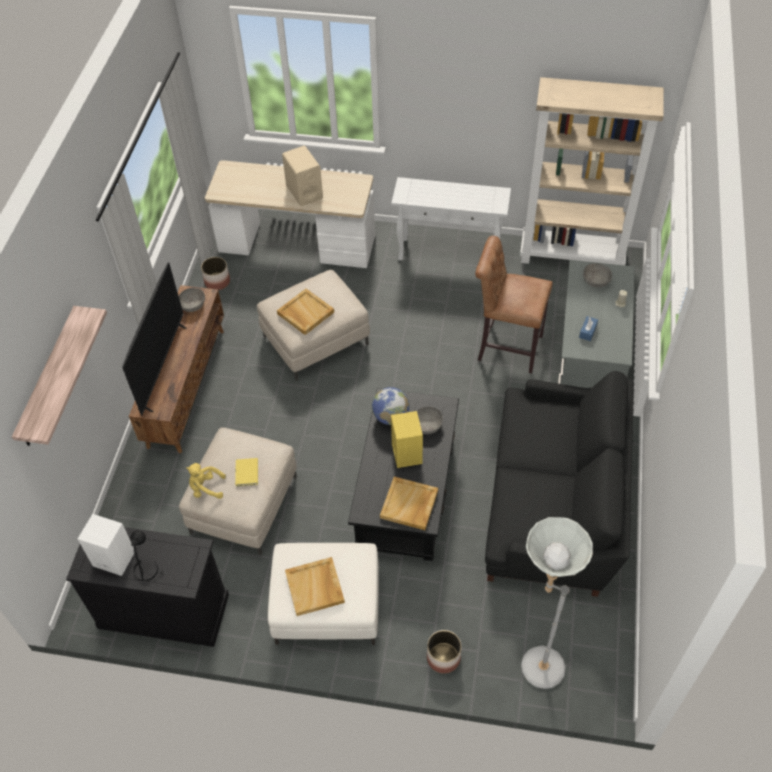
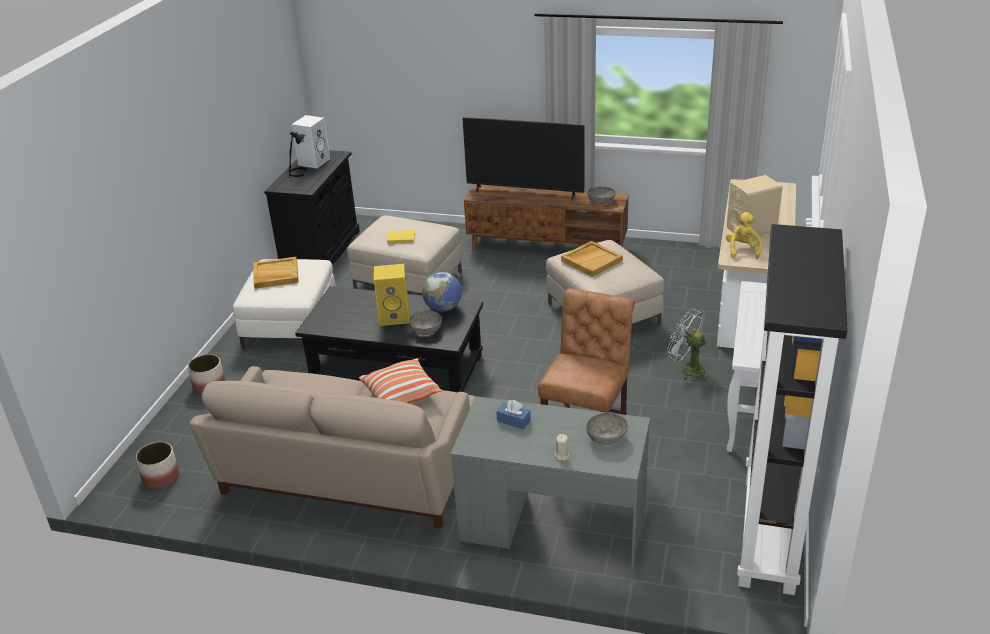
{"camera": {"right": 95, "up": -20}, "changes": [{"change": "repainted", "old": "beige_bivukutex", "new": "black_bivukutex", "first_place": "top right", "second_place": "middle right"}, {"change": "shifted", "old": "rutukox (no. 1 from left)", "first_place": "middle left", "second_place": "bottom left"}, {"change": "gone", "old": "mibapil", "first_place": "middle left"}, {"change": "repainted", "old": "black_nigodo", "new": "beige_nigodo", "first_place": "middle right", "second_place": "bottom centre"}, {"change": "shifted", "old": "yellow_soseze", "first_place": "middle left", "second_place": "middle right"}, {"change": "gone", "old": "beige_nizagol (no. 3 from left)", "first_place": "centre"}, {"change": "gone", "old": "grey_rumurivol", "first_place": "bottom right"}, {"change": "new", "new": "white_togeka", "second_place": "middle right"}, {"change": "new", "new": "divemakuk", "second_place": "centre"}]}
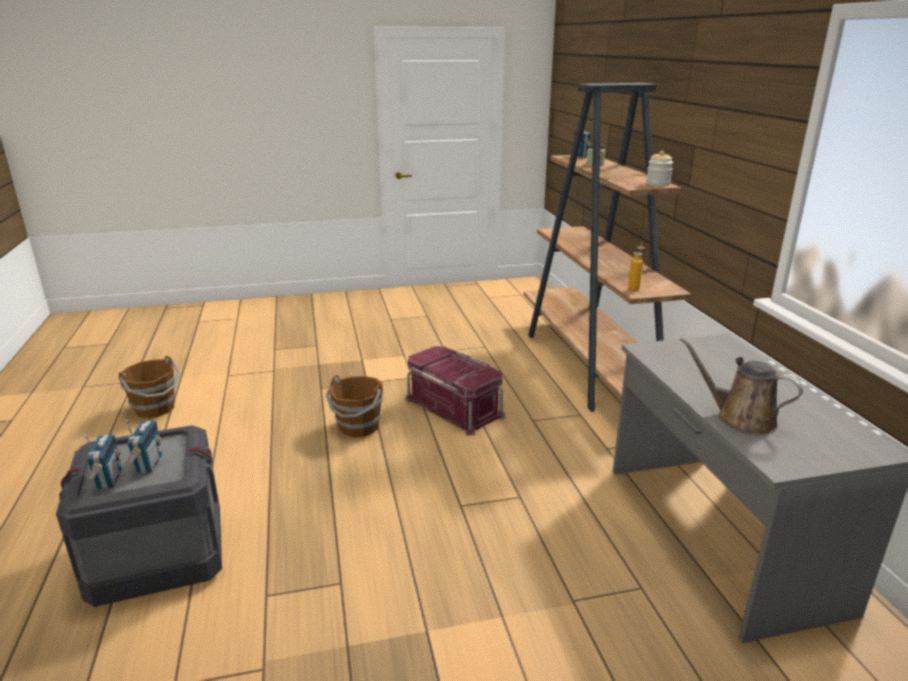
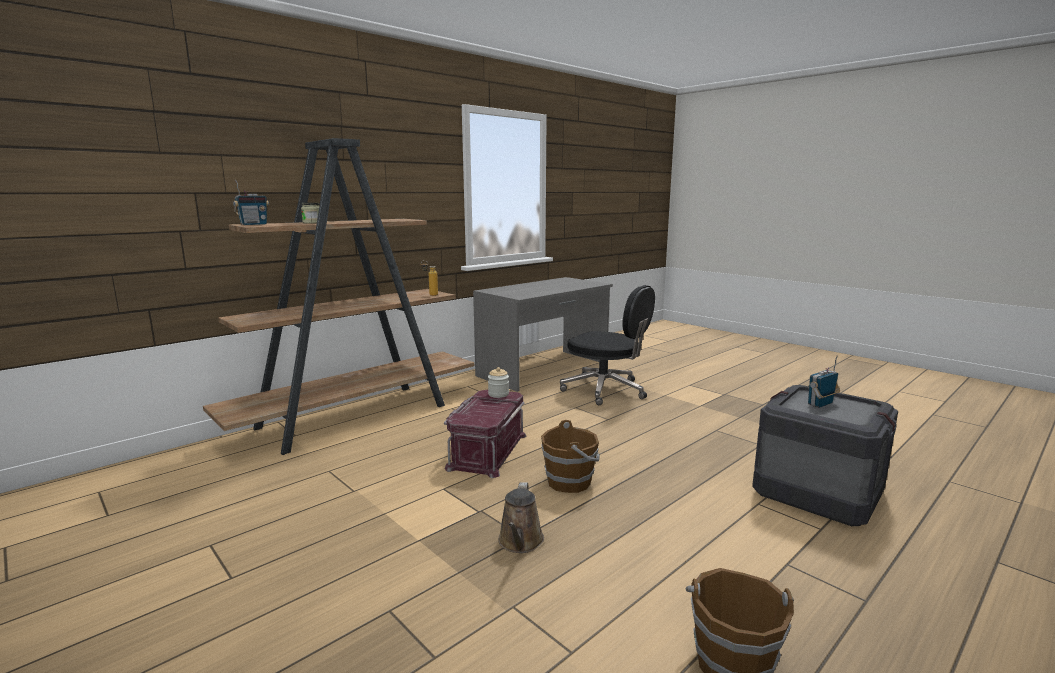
{"camera": {"right": -120, "up": -10}, "changes": [{"change": "shifted", "old": "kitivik (no. 2 from left)", "first_place": "top right", "second_place": "centre"}, {"change": "shifted", "old": "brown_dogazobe", "first_place": "middle right", "second_place": "bottom centre"}, {"change": "gone", "old": "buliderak (no. 1 from left)", "first_place": "bottom left"}, {"change": "new", "new": "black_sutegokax", "second_place": "centre"}]}
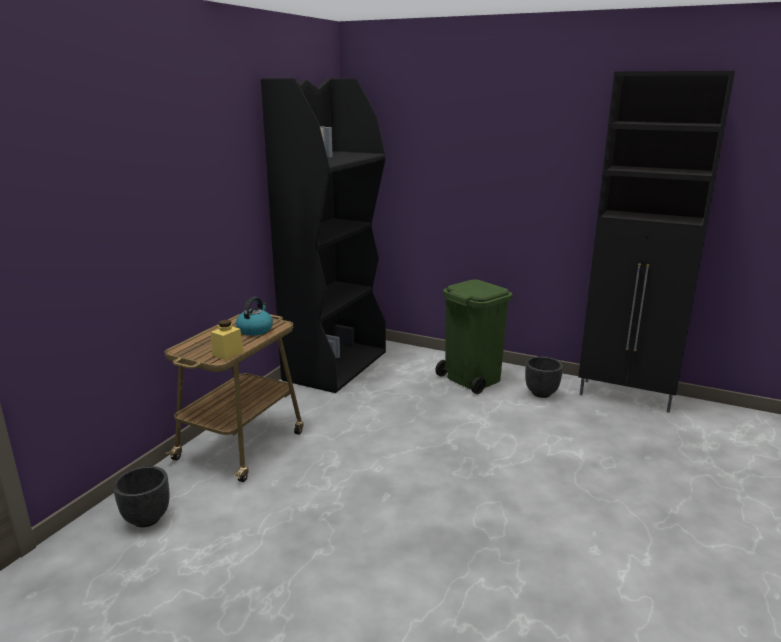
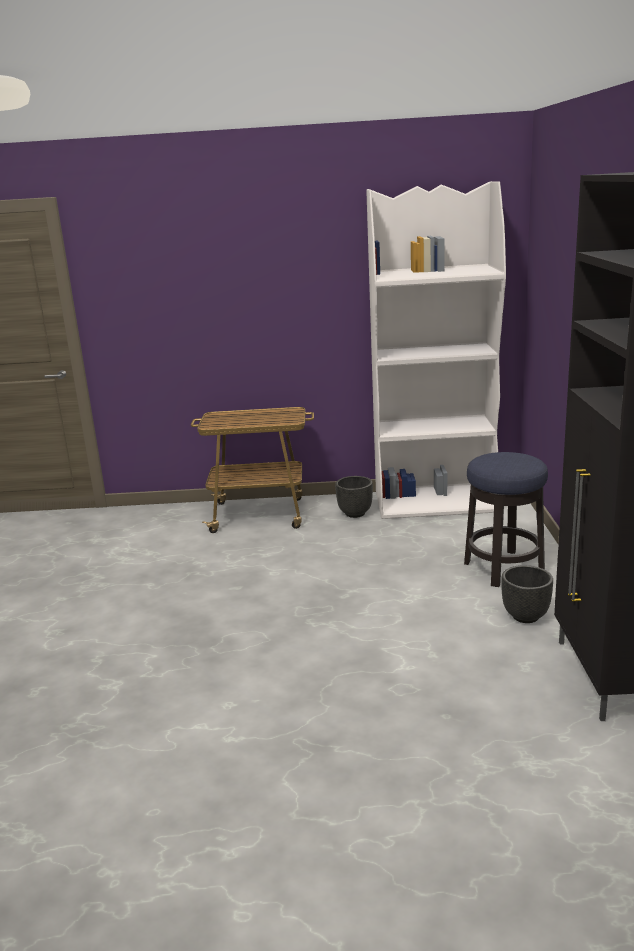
{"camera": {"right": 65, "up": 0}, "changes": [{"change": "repainted", "old": "black_bivukutex", "new": "white_bivukutex", "first_place": "centre", "second_place": "middle right"}, {"change": "swapped", "old": "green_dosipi", "new": "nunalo", "first_place": "centre", "second_place": "middle right"}, {"change": "gone", "old": "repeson", "first_place": "middle left"}, {"change": "gone", "old": "yellow_kitivik", "first_place": "middle left"}, {"change": "shifted", "old": "black_rutukox (no. 1 from left)", "first_place": "bottom left", "second_place": "centre"}]}
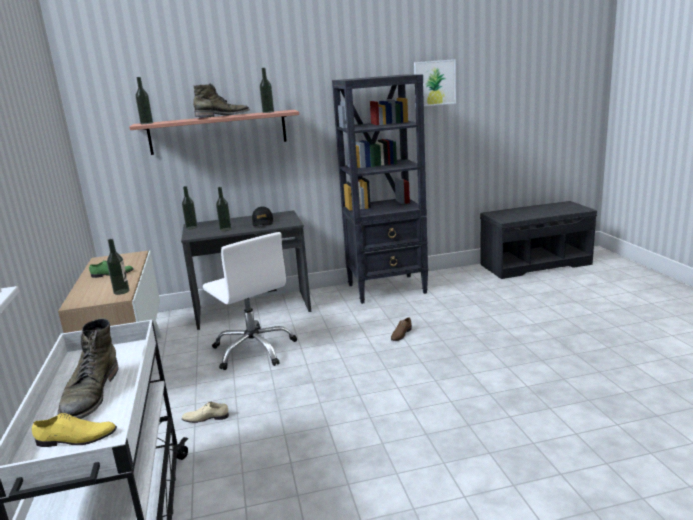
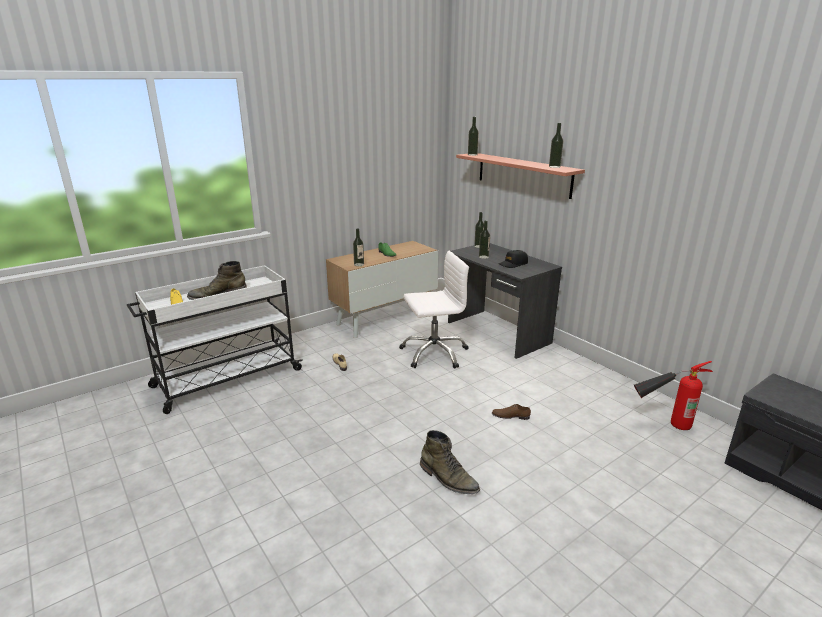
{"camera": {"right": 65, "up": 5}, "changes": [{"change": "gone", "old": "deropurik", "first_place": "top centre"}, {"change": "gone", "old": "black_bivukutex", "first_place": "centre"}, {"change": "shifted", "old": "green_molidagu (no. 2 from left)", "first_place": "top left", "second_place": "bottom centre"}, {"change": "rotated", "old": "white_sutegokax", "first_place": "centre", "second_place": "centre", "degrees": -135}, {"change": "new", "new": "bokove", "second_place": "middle right"}]}
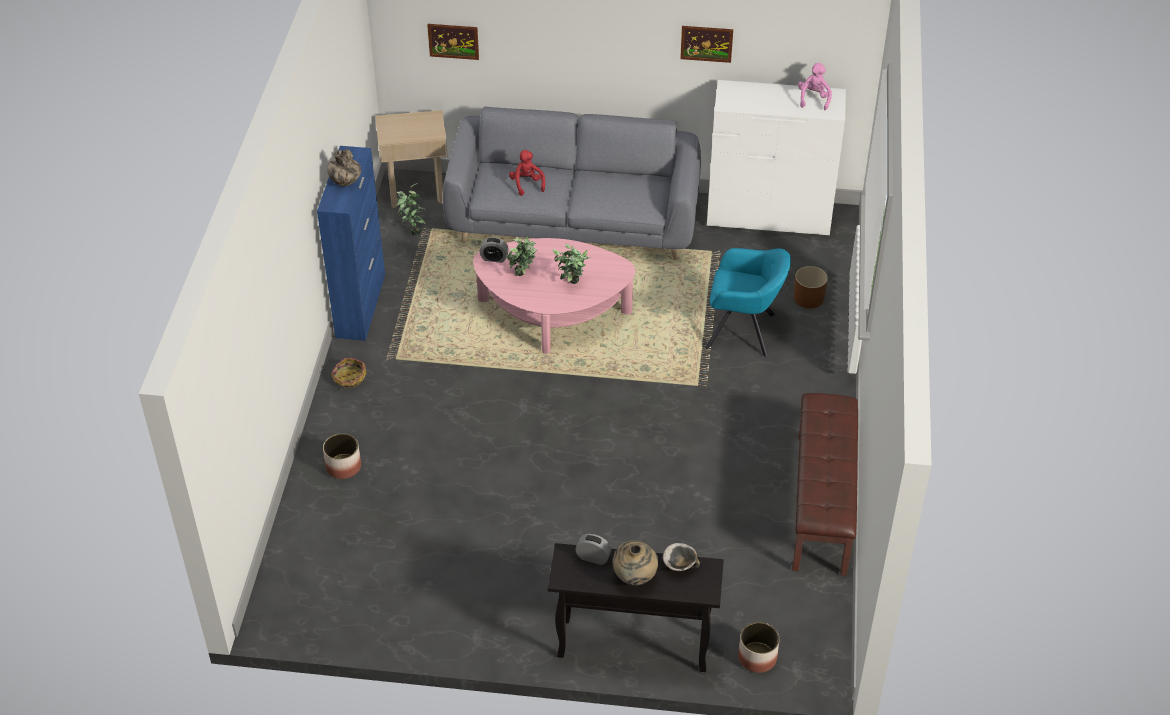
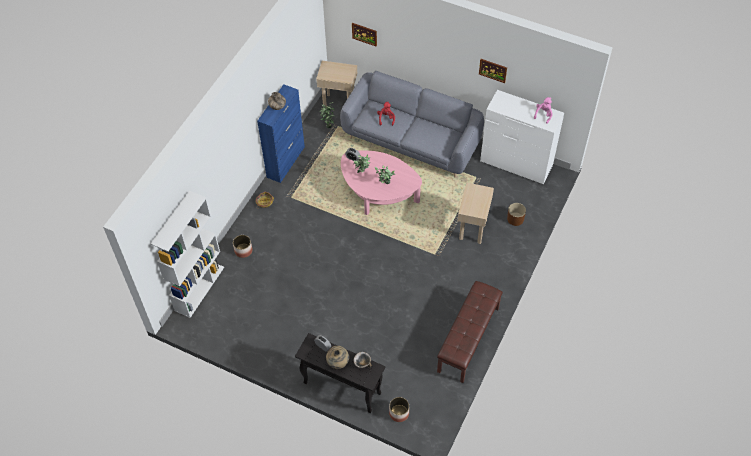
{"camera": {"right": 20, "up": 10}, "changes": [{"change": "swapped", "old": "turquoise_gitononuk", "new": "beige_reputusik (no. 2 from left)", "first_place": "centre", "second_place": "centre"}, {"change": "new", "new": "white_bivukutex", "second_place": "middle left"}]}
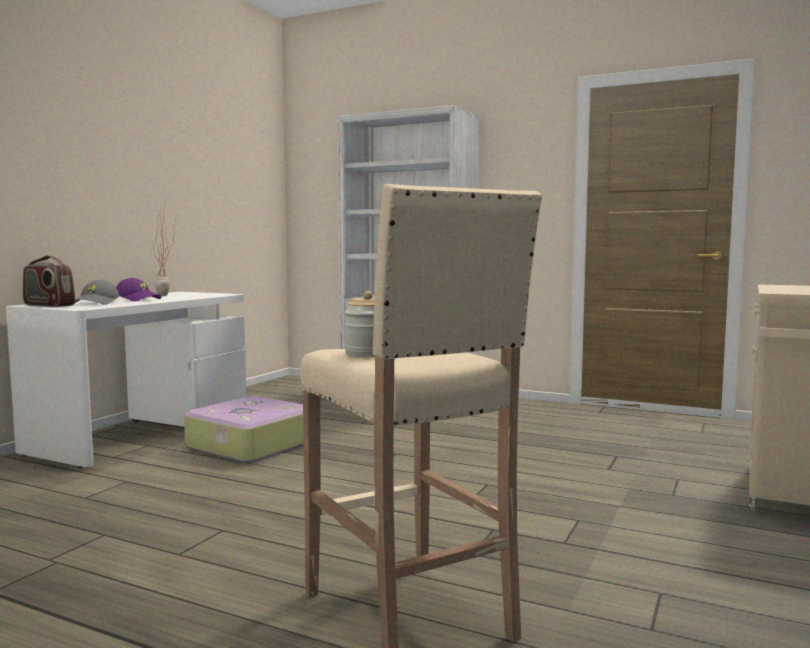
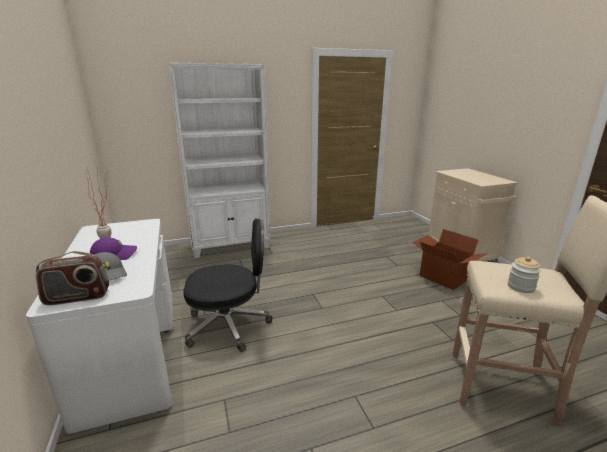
{"camera": {"right": -45, "up": 15}, "changes": [{"change": "swapped", "old": "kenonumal", "new": "black_sutegokax", "first_place": "middle left", "second_place": "centre"}, {"change": "new", "new": "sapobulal", "second_place": "middle right"}]}
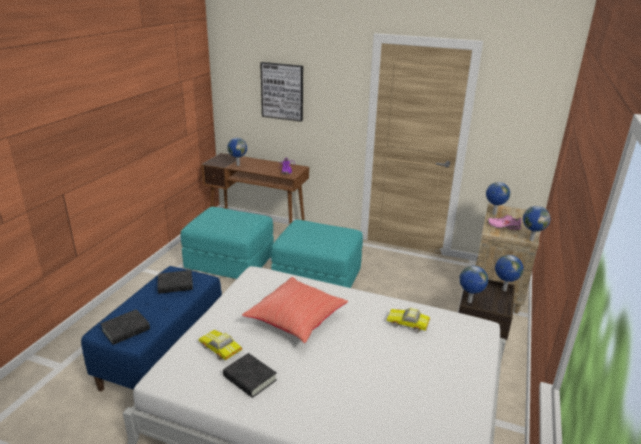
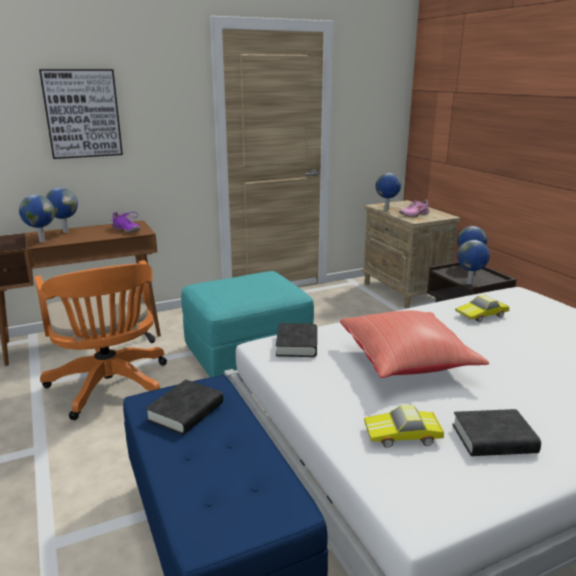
{"camera": {"right": -45, "up": -5}, "changes": [{"change": "shifted", "old": "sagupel (no. 5 from left in the first image)", "new": "sagupel (no. 2 from left)", "first_place": "middle right", "second_place": "middle left"}, {"change": "swapped", "old": "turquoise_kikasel (no. 1 from left)", "new": "orange_sutegokax", "first_place": "centre", "second_place": "middle left"}, {"change": "shifted", "old": "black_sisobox (no. 1 from left in the first image)", "new": "black_sisobox (no. 2 from left)", "first_place": "bottom left", "second_place": "centre"}]}
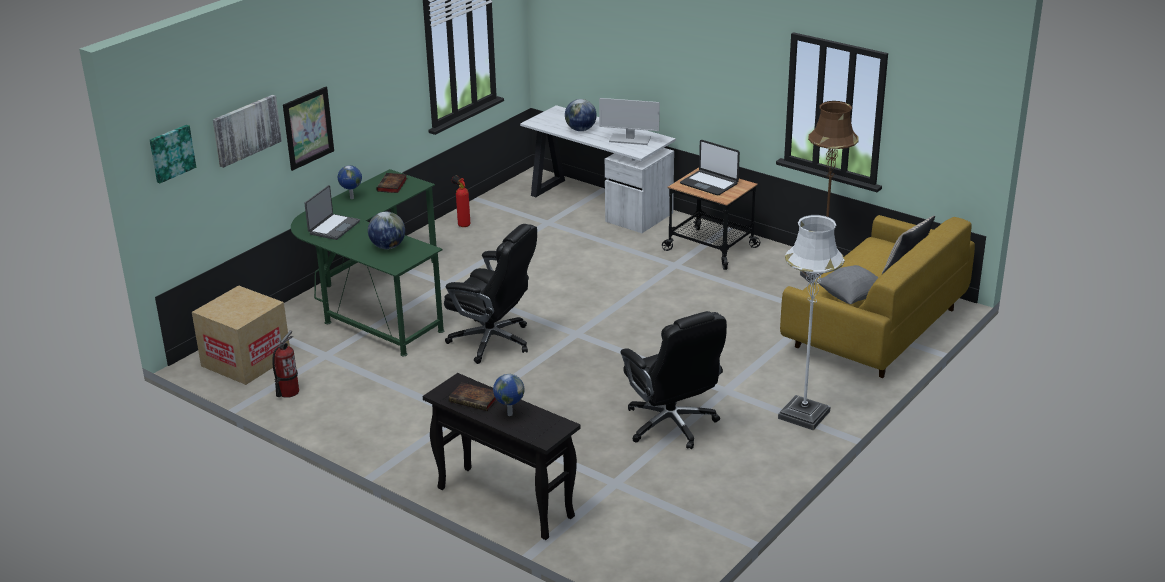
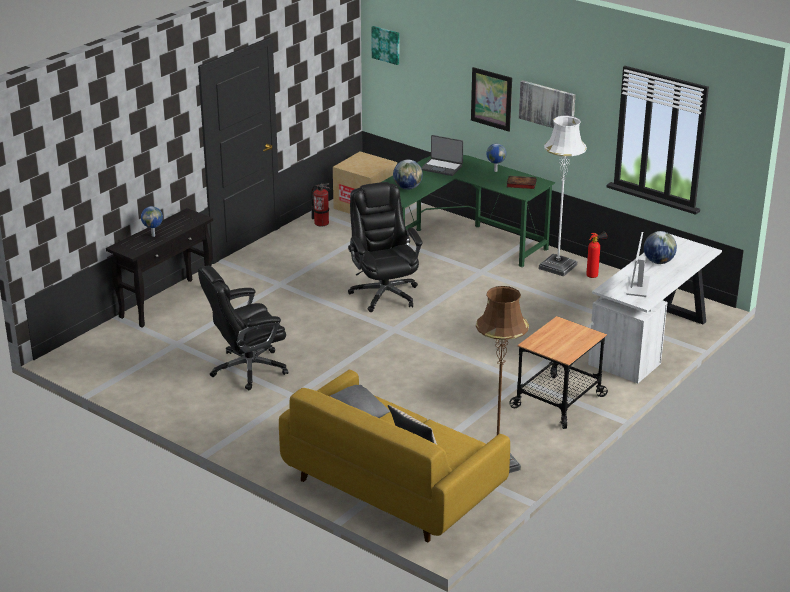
{"camera": {"right": 90, "up": 0}, "changes": [{"change": "shifted", "old": "deropurik (no. 2 from left in the first image)", "new": "deropurik (no. 3 from left)", "first_place": "top left", "second_place": "top right"}, {"change": "gone", "old": "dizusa (no. 2 from left)", "first_place": "top centre"}, {"change": "shifted", "old": "white_rumurivol", "first_place": "middle right", "second_place": "top right"}, {"change": "rotated", "old": "black_sutegokax (no. 1 from left in the first image)", "first_place": "centre", "second_place": "centre", "degrees": 135}, {"change": "gone", "old": "sisobox (no. 2 from left)", "first_place": "bottom centre"}]}
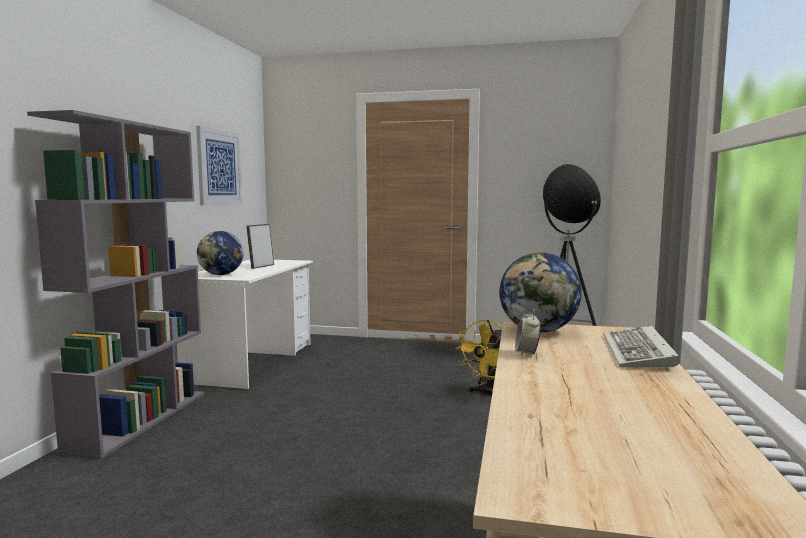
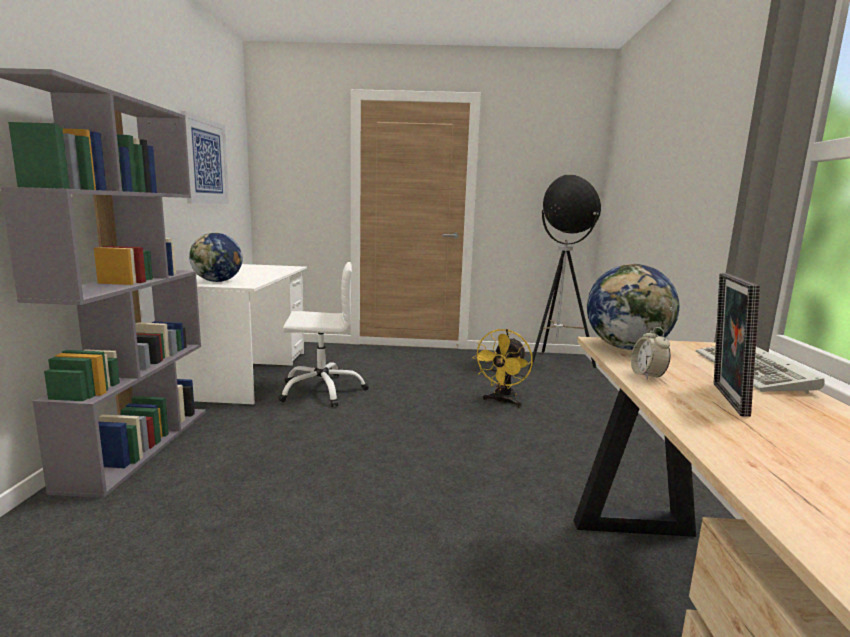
{"camera": {"right": -10, "up": 5}, "changes": [{"change": "shifted", "old": "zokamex", "first_place": "middle left", "second_place": "middle right"}, {"change": "new", "new": "white_sutegokax", "second_place": "centre"}]}
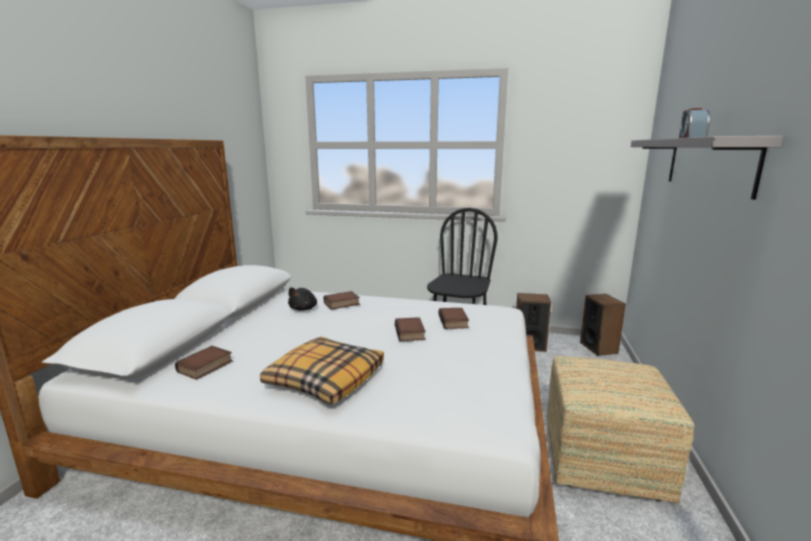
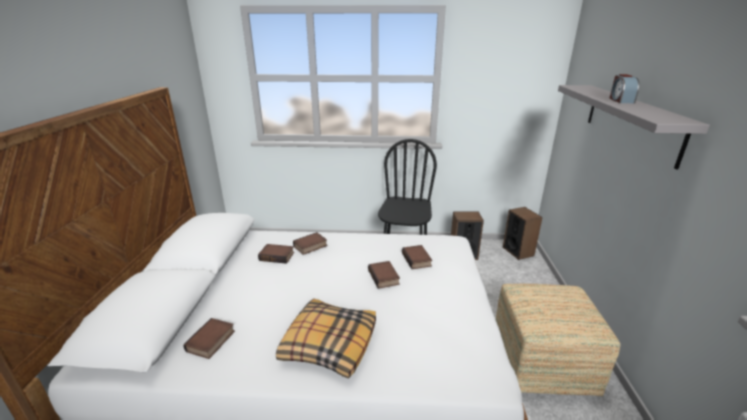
{"camera": {"right": -10, "up": 10}, "changes": [{"change": "swapped", "old": "black_soseze", "new": "sisobox (no. 2 from left)", "first_place": "centre", "second_place": "centre"}]}
